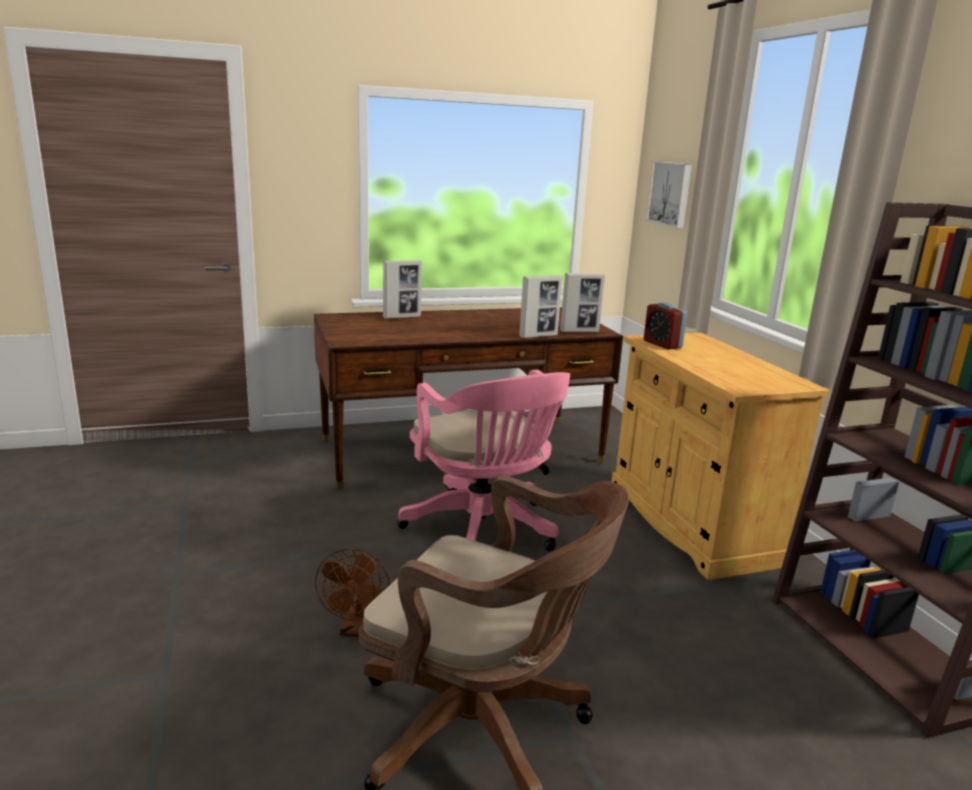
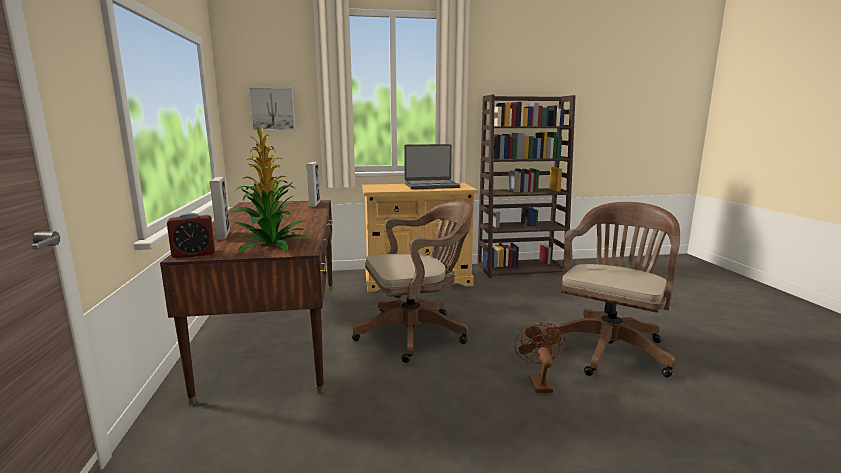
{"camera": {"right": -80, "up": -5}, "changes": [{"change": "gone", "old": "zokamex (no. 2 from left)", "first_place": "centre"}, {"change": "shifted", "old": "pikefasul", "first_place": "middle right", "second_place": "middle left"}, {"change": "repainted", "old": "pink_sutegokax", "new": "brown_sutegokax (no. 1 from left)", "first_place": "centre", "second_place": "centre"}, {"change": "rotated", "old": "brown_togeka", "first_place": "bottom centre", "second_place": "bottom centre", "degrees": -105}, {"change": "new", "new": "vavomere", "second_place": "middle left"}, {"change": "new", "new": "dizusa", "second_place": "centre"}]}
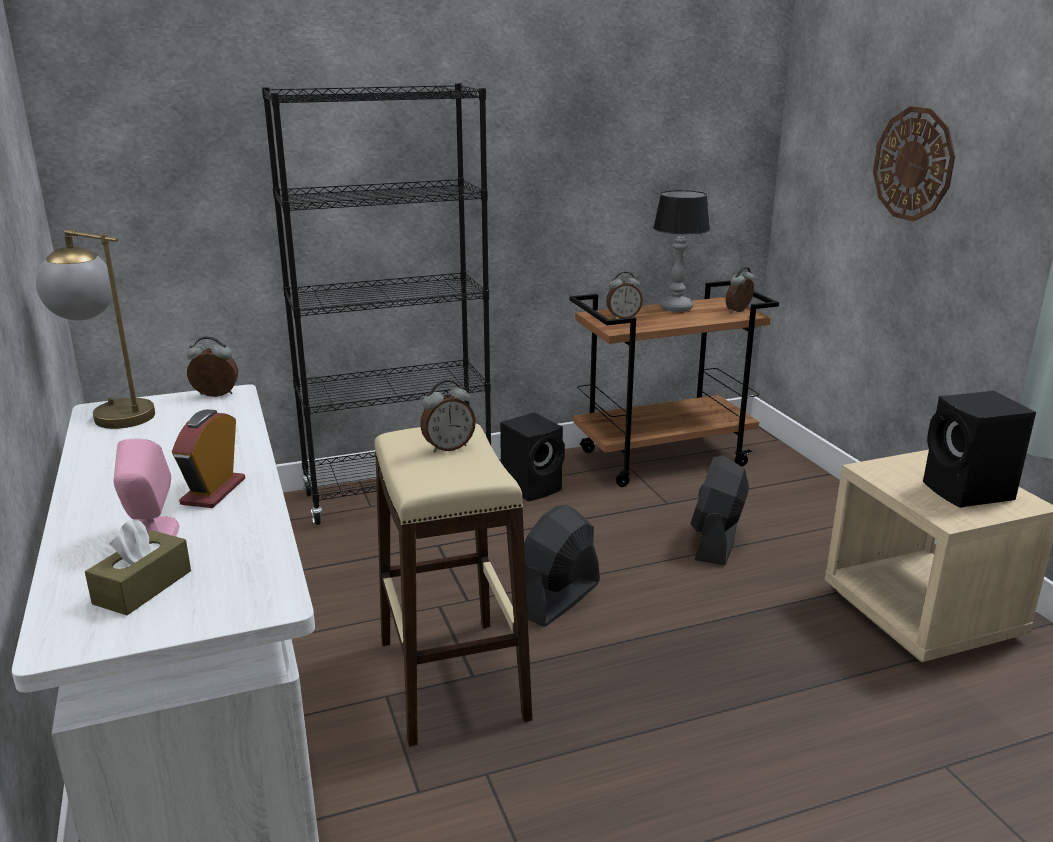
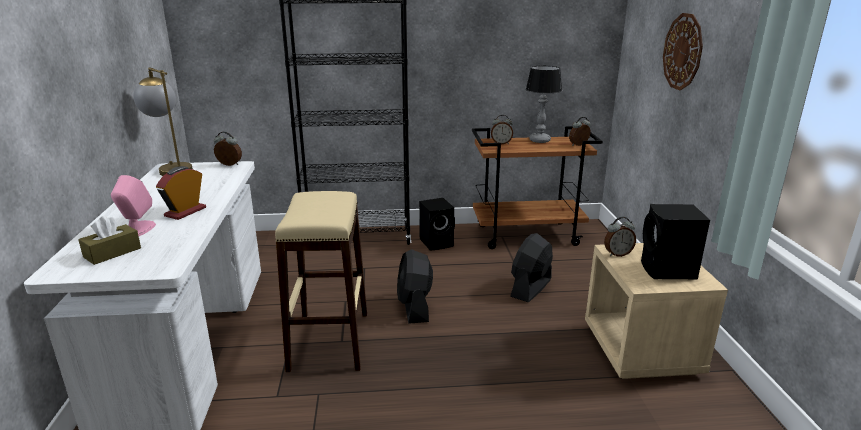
{"camera": {"right": 15, "up": 0}, "changes": [{"change": "shifted", "old": "pikefasul (no. 3 from left in the first image)", "new": "pikefasul (no. 5 from left)", "first_place": "centre", "second_place": "middle right"}, {"change": "rotated", "old": "black_togeka (no. 1 from left)", "first_place": "bottom centre", "second_place": "centre", "degrees": -60}]}
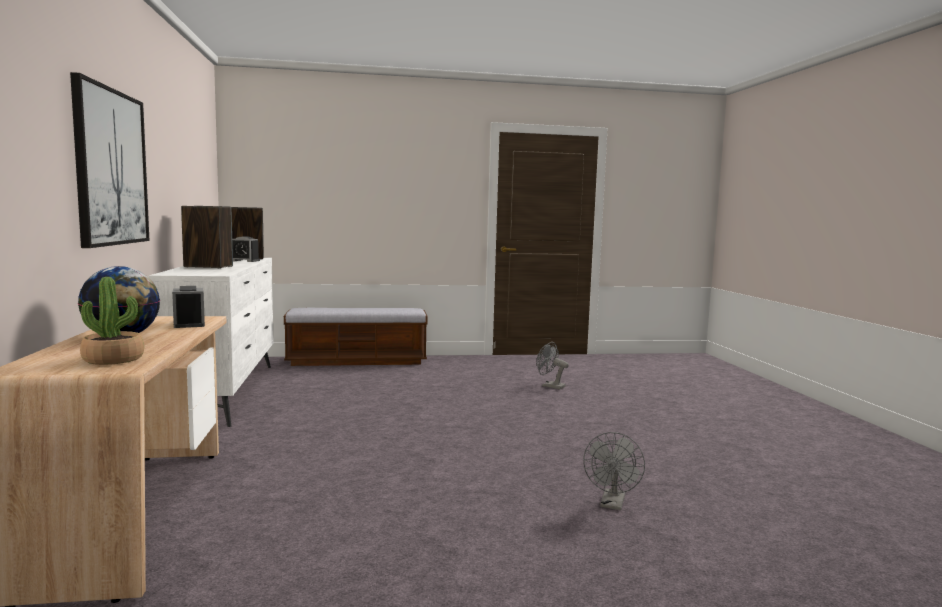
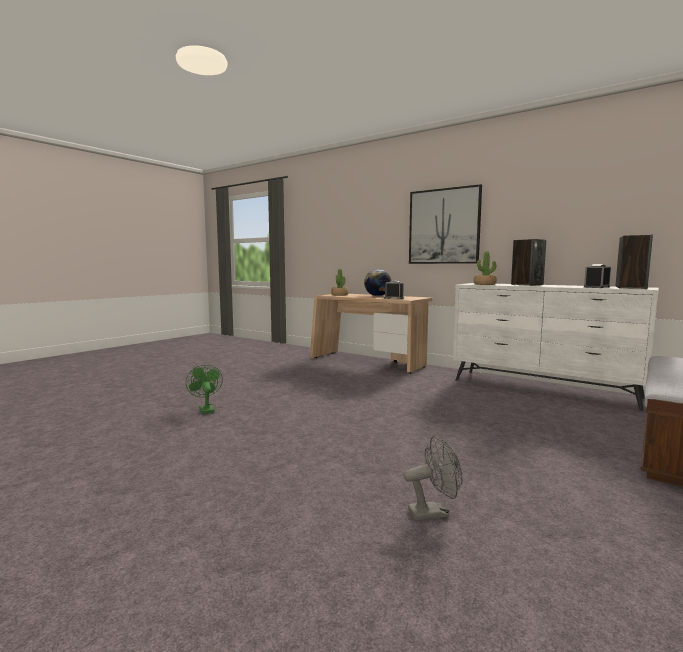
{"camera": {"right": 135, "up": 0}, "changes": [{"change": "repainted", "old": "grey_togeka (no. 2 from left)", "new": "green_togeka", "first_place": "bottom centre", "second_place": "middle left"}, {"change": "new", "new": "vavomere (no. 2 from left)", "second_place": "middle right"}]}
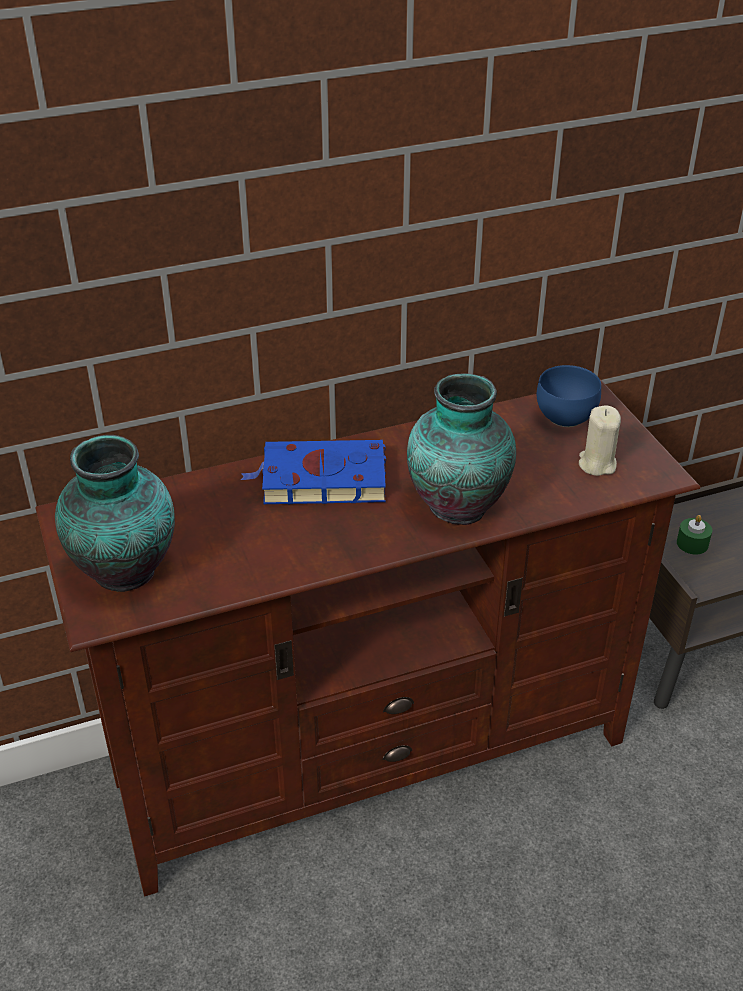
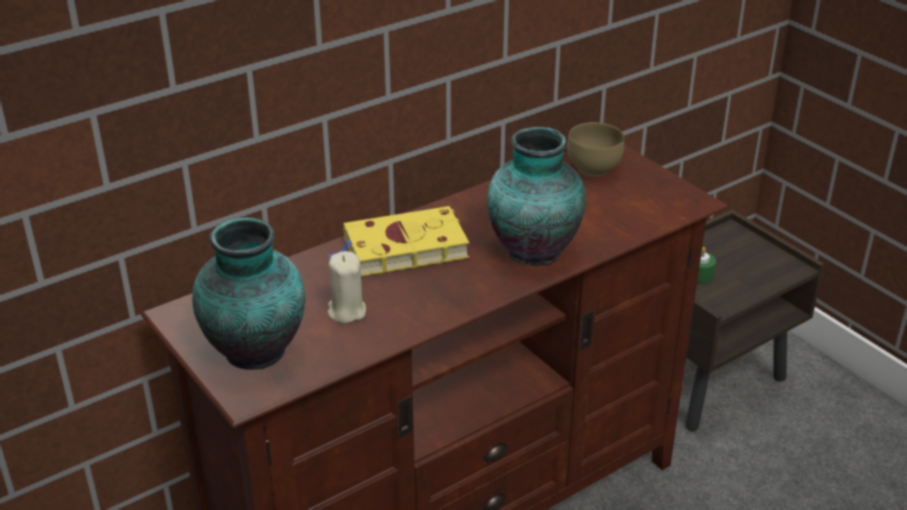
{"camera": {"right": -15, "up": -5}, "changes": [{"change": "repainted", "old": "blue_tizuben", "new": "brown_tizuben", "first_place": "middle right", "second_place": "top centre"}, {"change": "shifted", "old": "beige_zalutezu", "first_place": "middle right", "second_place": "centre"}, {"change": "repainted", "old": "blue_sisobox", "new": "yellow_sisobox", "first_place": "centre", "second_place": "centre"}]}
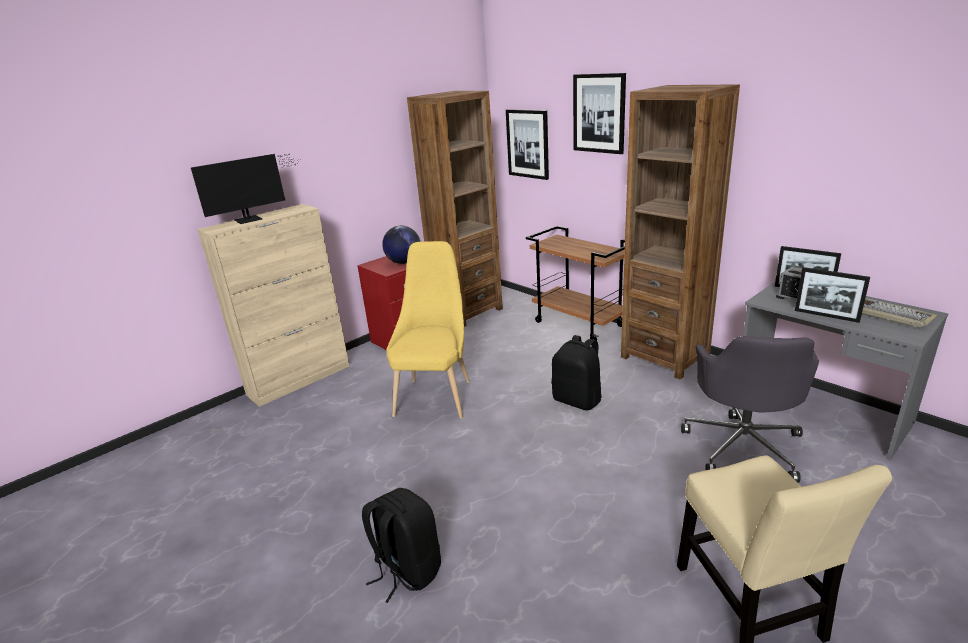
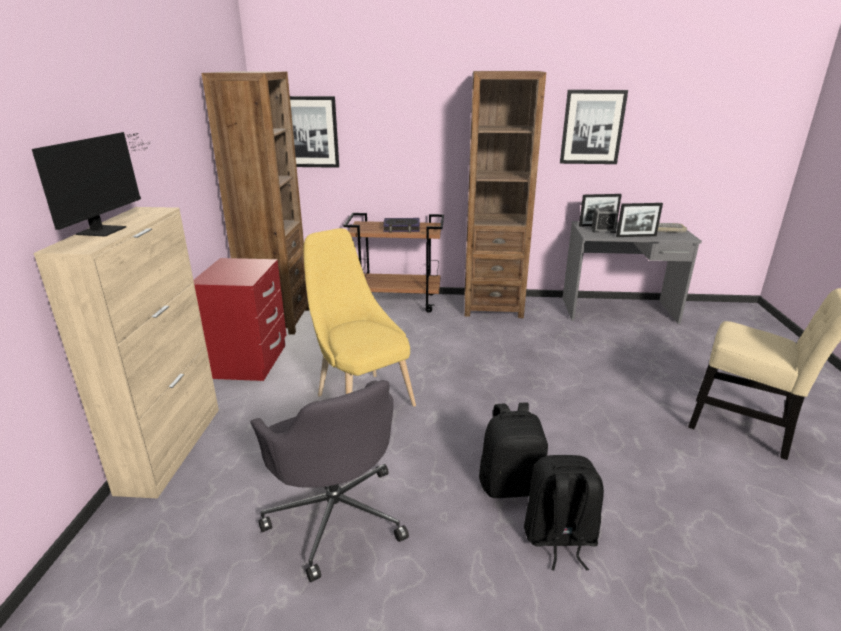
{"camera": {"right": -45, "up": 0}, "changes": [{"change": "shifted", "old": "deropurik (no. 2 from left)", "first_place": "top centre", "second_place": "top right"}, {"change": "gone", "old": "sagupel", "first_place": "centre"}, {"change": "shifted", "old": "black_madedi (no. 2 from left in the first image)", "new": "black_madedi (no. 1 from left)", "first_place": "centre", "second_place": "bottom centre"}, {"change": "shifted", "old": "grey_sutegokax", "first_place": "middle right", "second_place": "bottom centre"}, {"change": "new", "new": "sisobox", "second_place": "centre"}]}
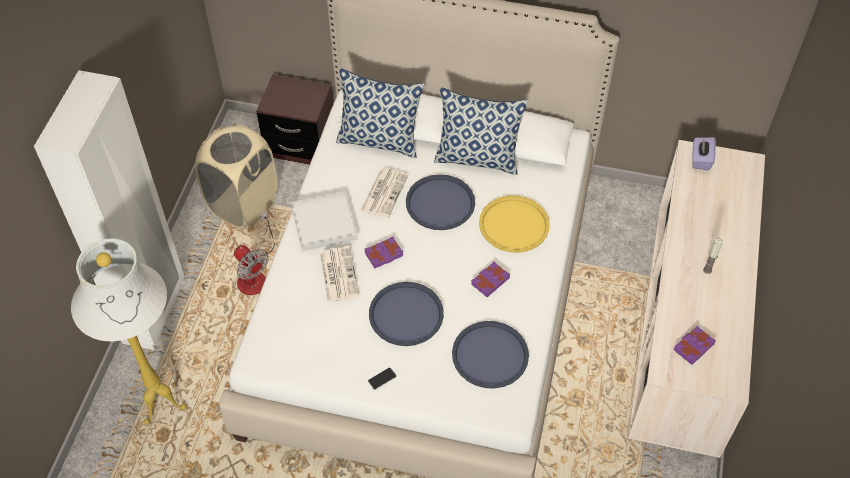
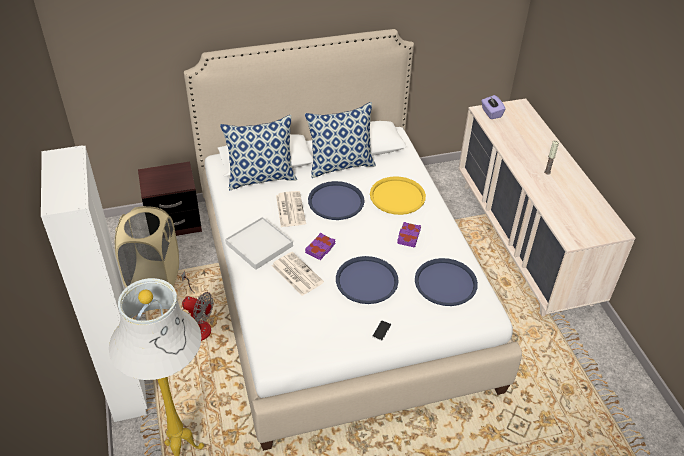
{"camera": {"right": -30, "up": -10}, "changes": [{"change": "gone", "old": "purple_sisobox (no. 3 from left)", "first_place": "bottom right"}]}
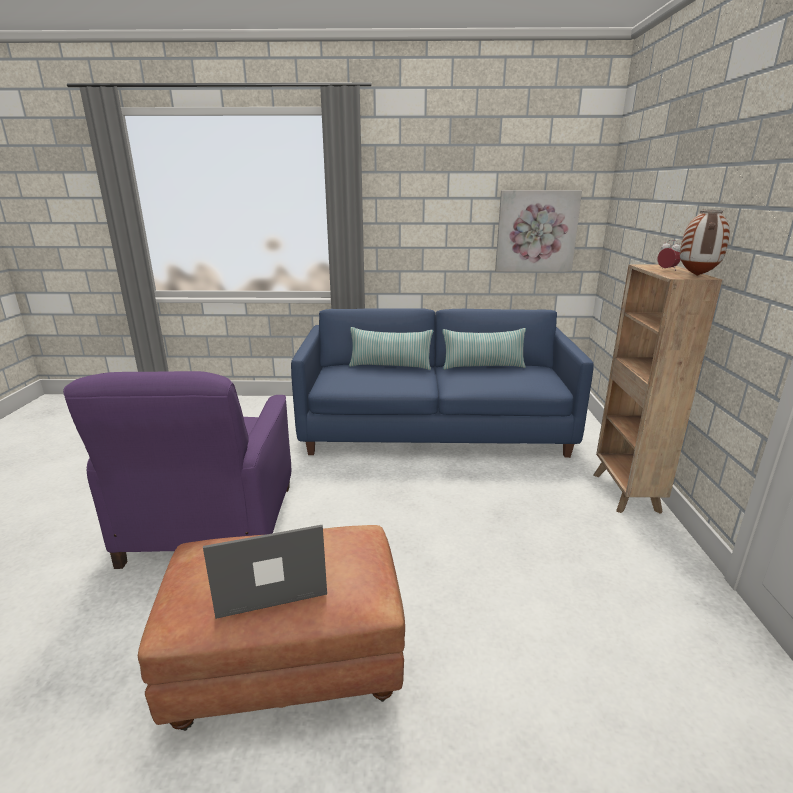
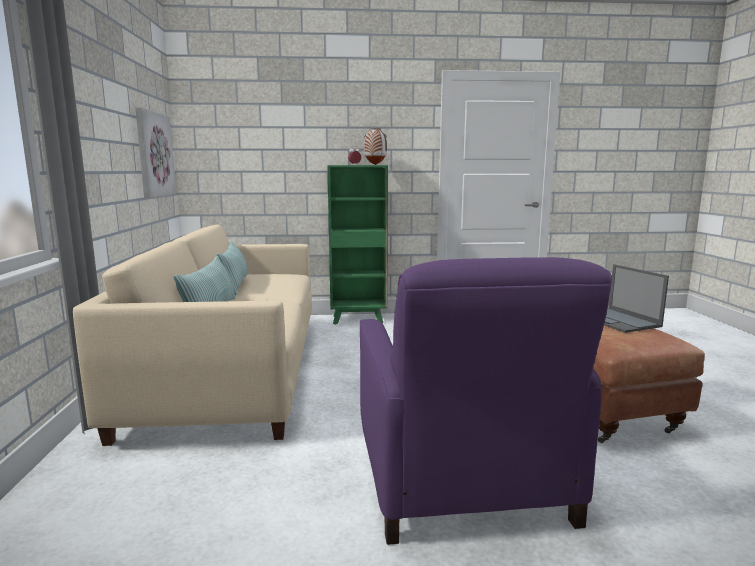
{"camera": {"right": -95, "up": -10}, "changes": [{"change": "repainted", "old": "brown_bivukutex", "new": "green_bivukutex", "first_place": "middle right", "second_place": "centre"}, {"change": "repainted", "old": "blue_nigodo", "new": "beige_nigodo", "first_place": "centre", "second_place": "middle left"}, {"change": "rotated", "old": "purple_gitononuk", "first_place": "middle left", "second_place": "bottom centre", "degrees": 90}]}
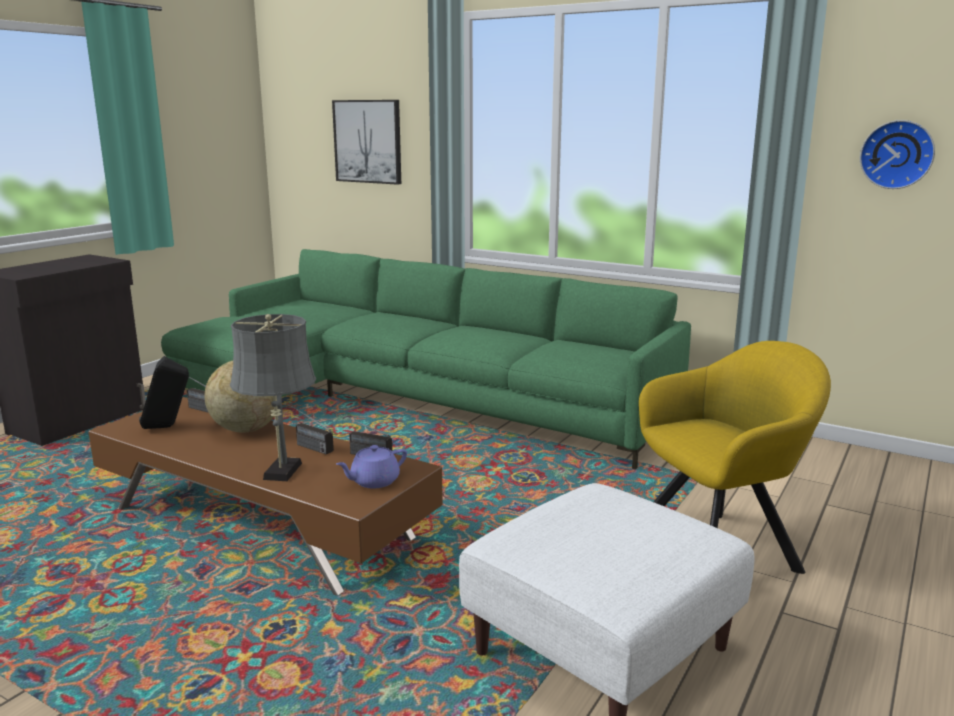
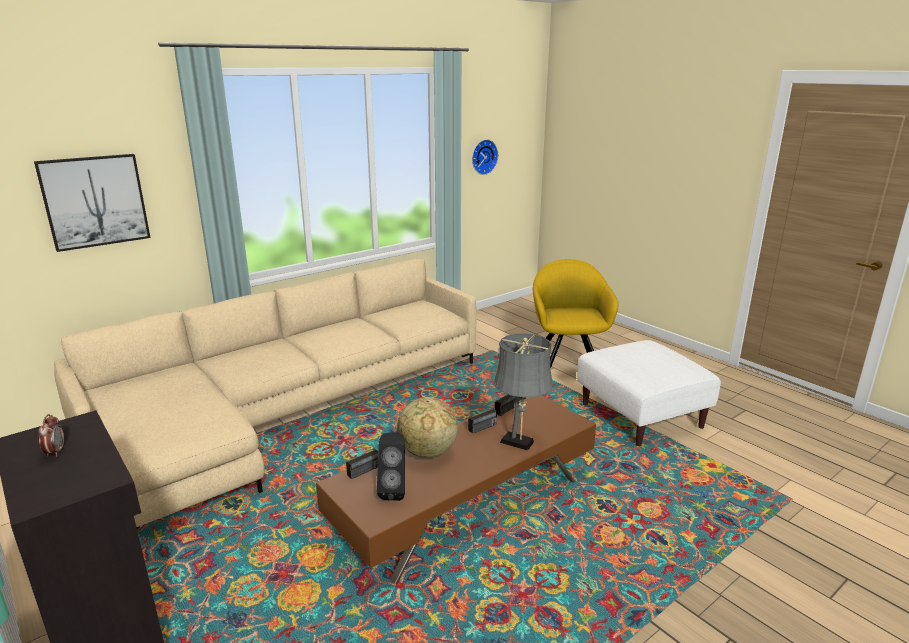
{"camera": {"right": -70, "up": 5}, "changes": [{"change": "repainted", "old": "green_nigodo", "new": "beige_nigodo", "first_place": "centre", "second_place": "middle left"}, {"change": "gone", "old": "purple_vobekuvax", "first_place": "centre"}, {"change": "new", "new": "pikefasul", "second_place": "bottom left"}]}
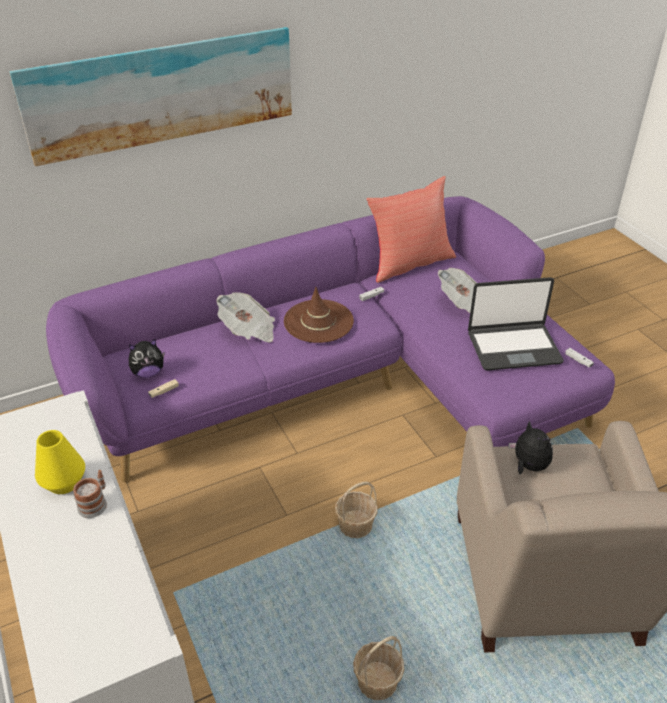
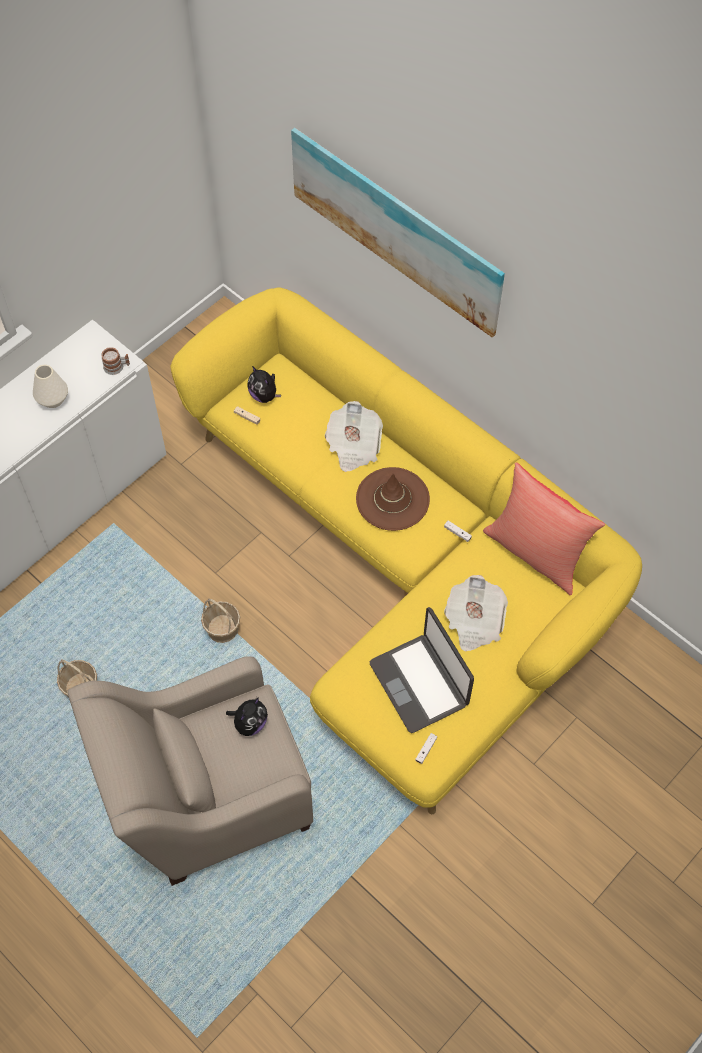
{"camera": {"right": 70, "up": 20}, "changes": [{"change": "repainted", "old": "purple_nigodo", "new": "yellow_nigodo", "first_place": "centre", "second_place": "centre"}, {"change": "repainted", "old": "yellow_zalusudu", "new": "white_zalusudu", "first_place": "middle left", "second_place": "middle left"}, {"change": "shifted", "old": "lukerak", "first_place": "bottom left", "second_place": "middle left"}]}
